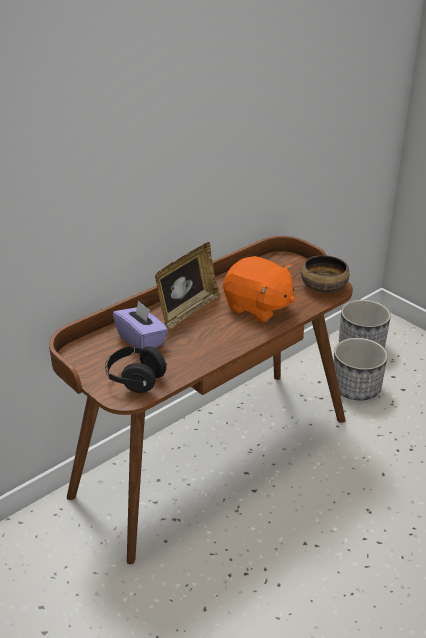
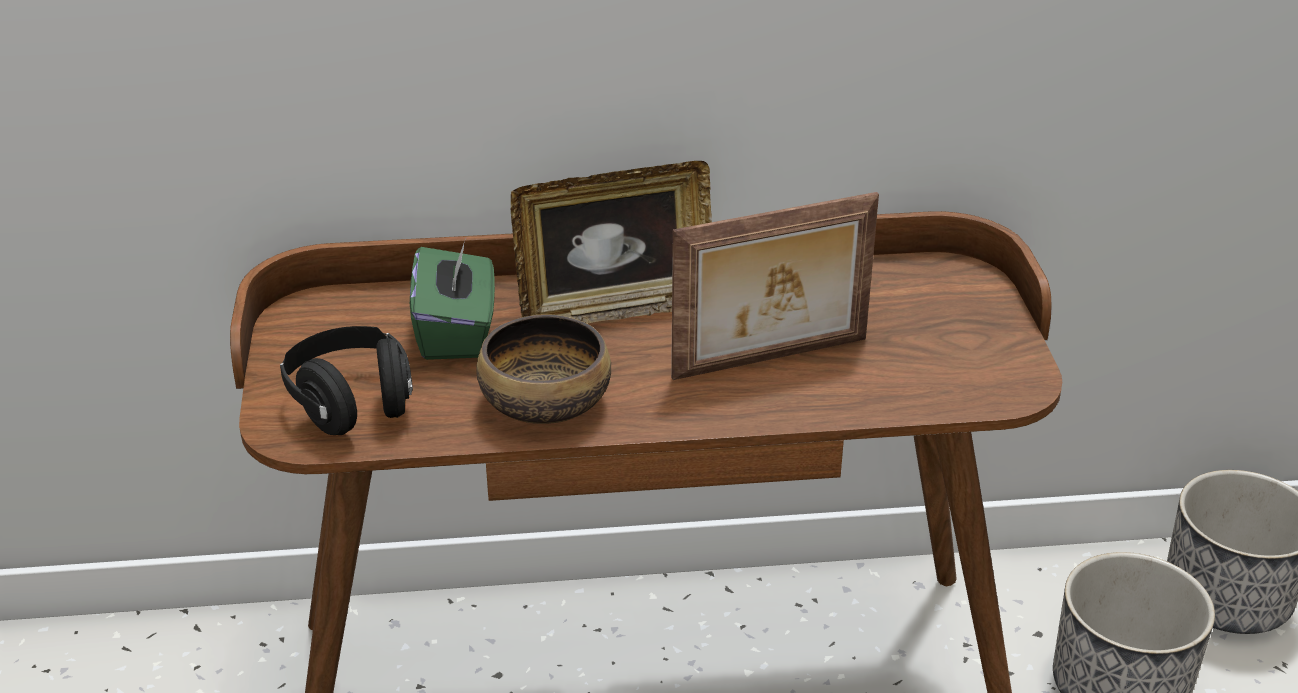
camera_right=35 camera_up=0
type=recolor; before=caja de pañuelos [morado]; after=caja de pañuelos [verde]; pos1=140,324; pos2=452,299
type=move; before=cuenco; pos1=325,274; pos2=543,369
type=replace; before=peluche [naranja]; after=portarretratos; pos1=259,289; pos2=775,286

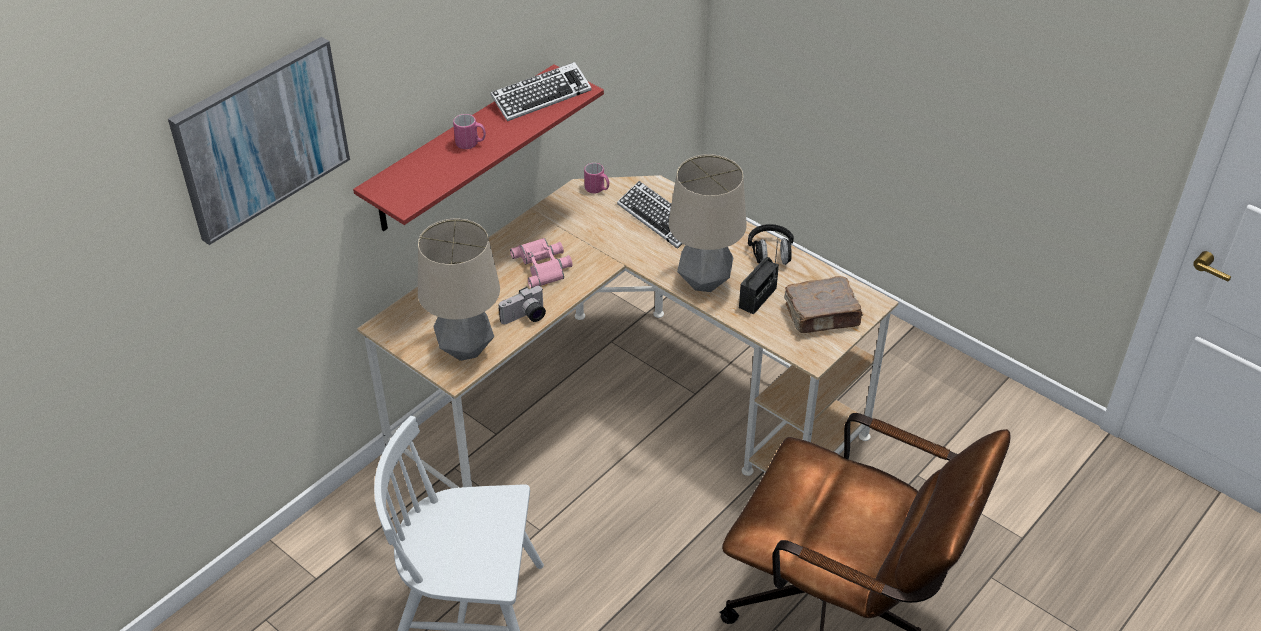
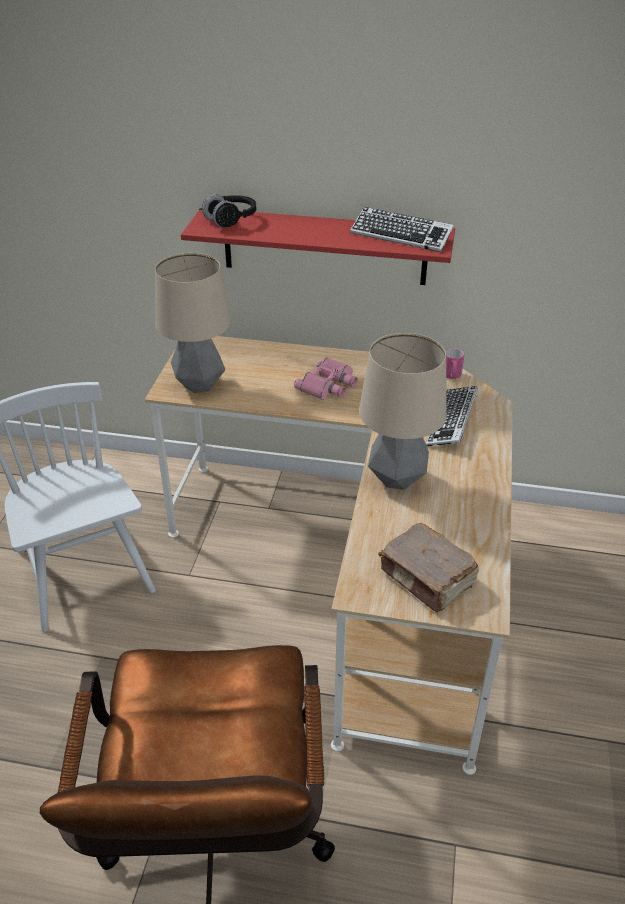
camera_right=60 camera_up=-5
type=move; before=auriculares [negro]; pos1=771,244; pos2=228,211
type=delete; before=cuadro; pos1=259,141
type=delete; before=taza grande [rosa]; pos1=469,131
type=delete; before=cámara; pos1=522,305
type=delete; before=radio; pos1=759,276

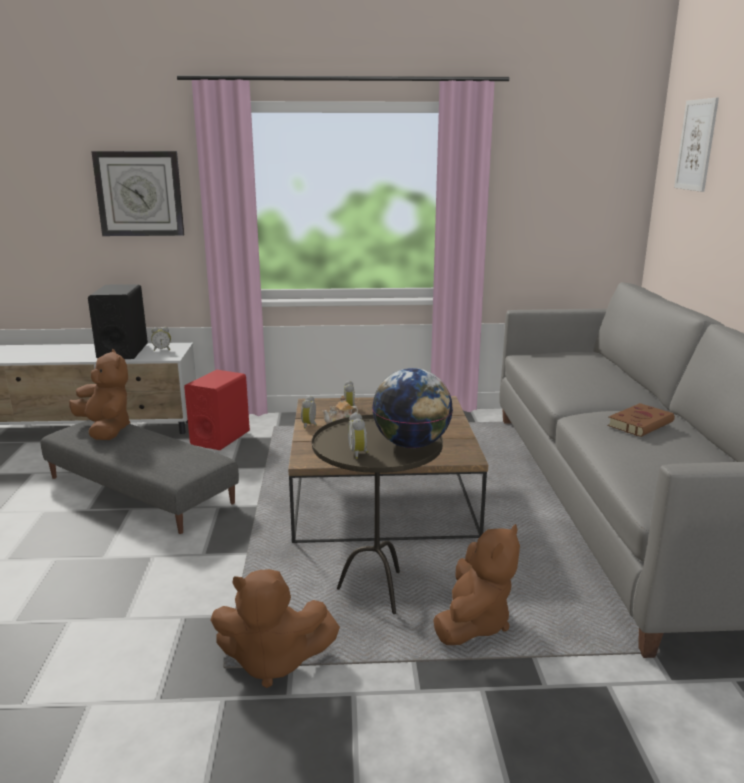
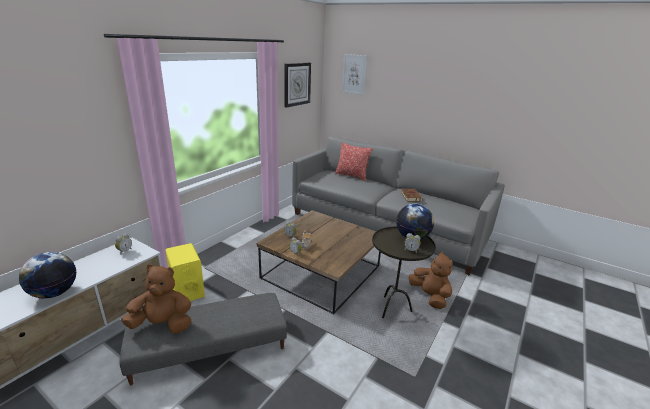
camera_right=-55 camera_up=5
type=insert; after=globo terráqueo; pos2=47,275
type=recolor; before=altavoz [rojo]; after=altavoz [amarillo]; pos1=217,410; pos2=185,272
type=move; before=reloj de pared; pos1=137,193; pos2=297,85
type=insert; after=cojín; pos2=354,162
type=delete; before=altavoz [negro]; pos1=118,321
type=delete; before=peluche [marrón]; pos1=275,628

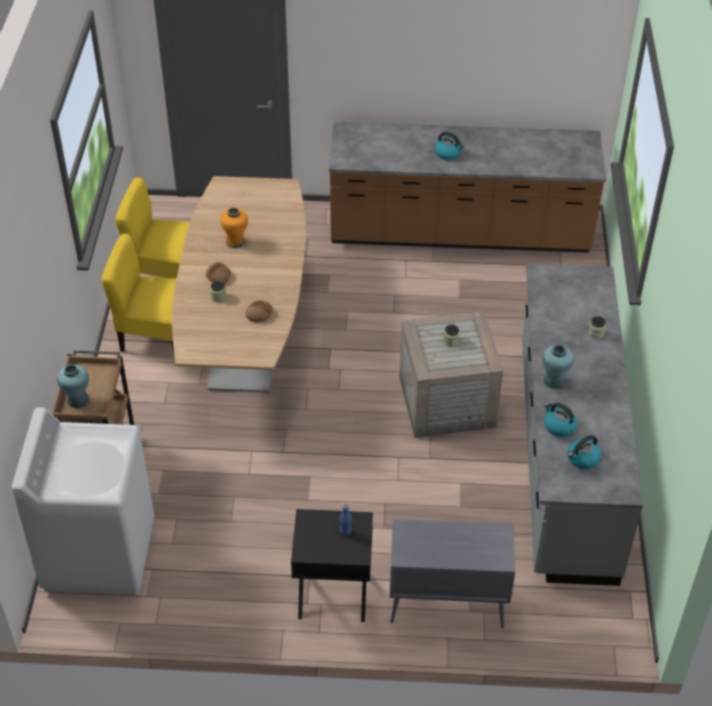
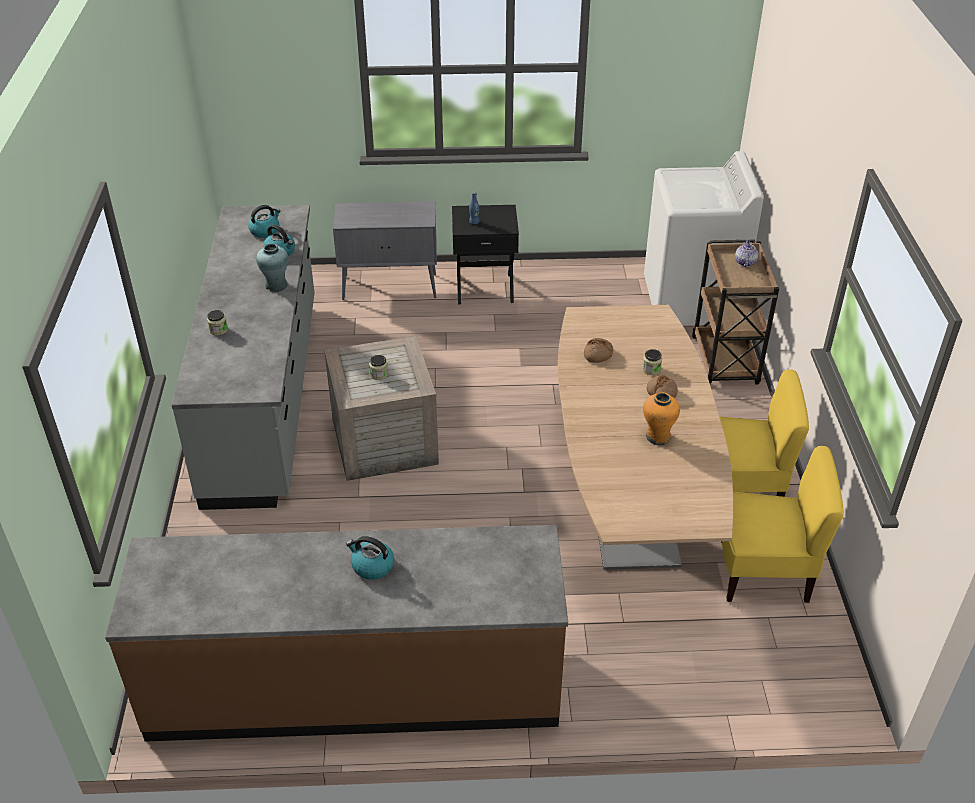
camera_right=175 camera_up=-5
type=replace; before=florero [turquesa]; after=tetera; pos1=73,386; pos2=746,253

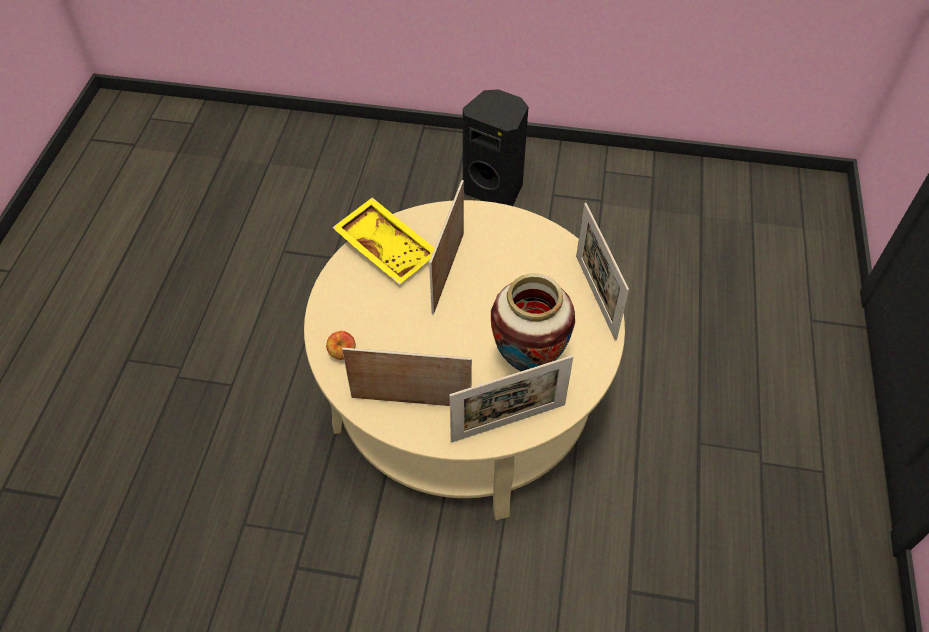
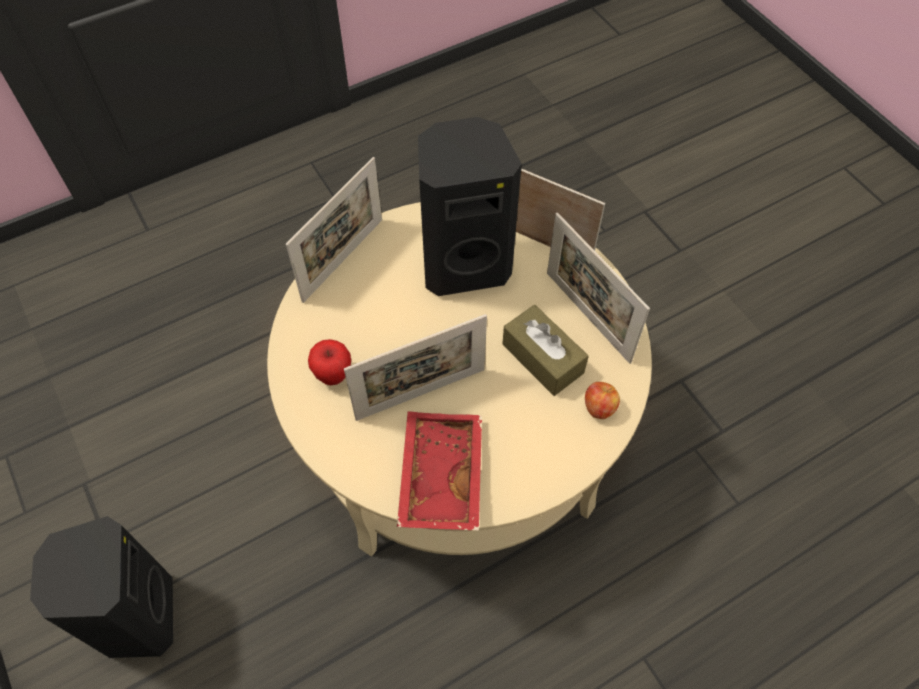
camera_right=-130 camera_up=5
type=insert; after=manzana; pos2=329,362
type=recolor; before=bandeja [amarillo]; after=bandeja [rojo]; pos1=383,241; pos2=439,471
type=replace; before=florero; after=altavoz [negro]; pos1=533,322; pos2=470,206
type=insert; after=caja de pañuelos [marrón]; pos2=545,350

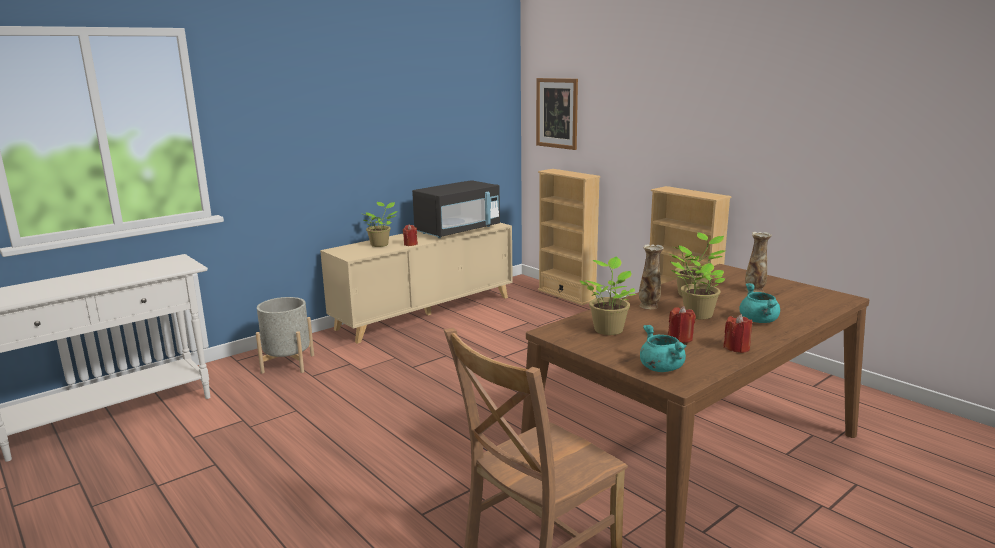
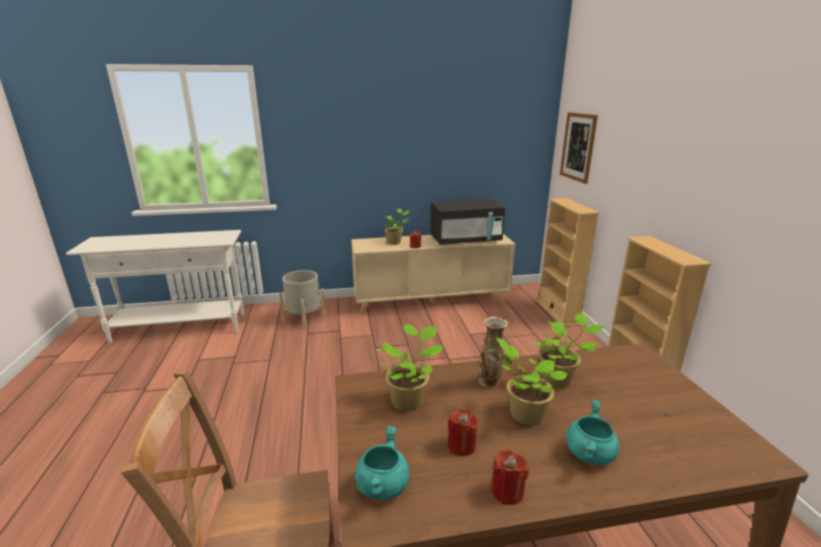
camera_right=30 camera_up=5
type=delete; before=florero; pos1=758,262

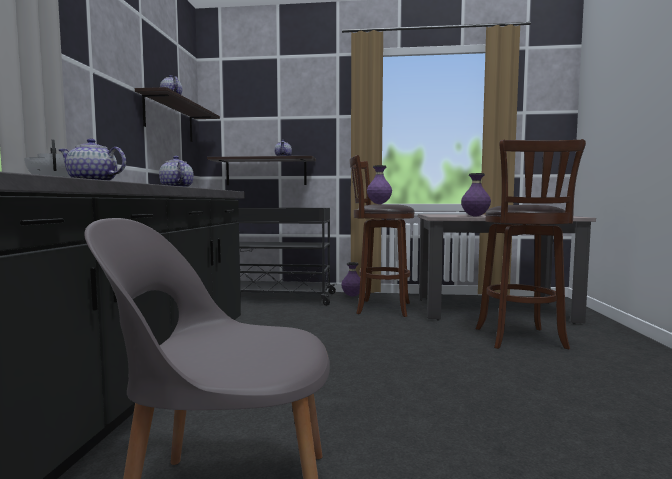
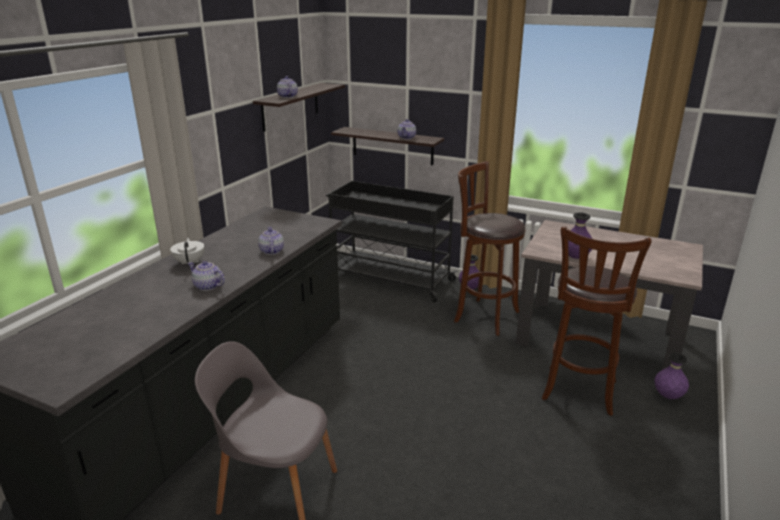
camera_right=20 camera_up=20
type=move; before=florero [morado]; pos1=379,184; pos2=671,375

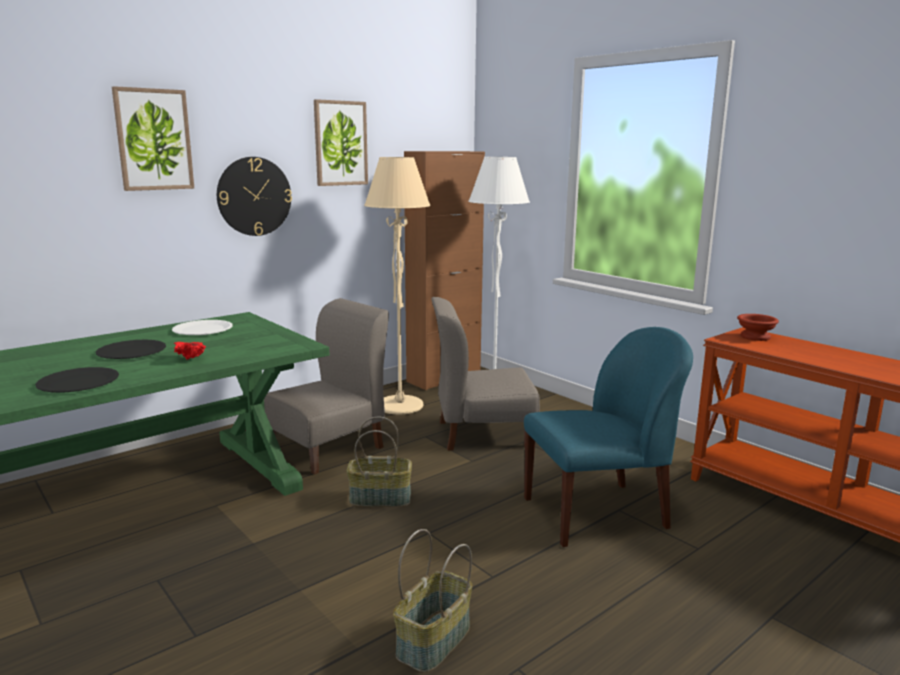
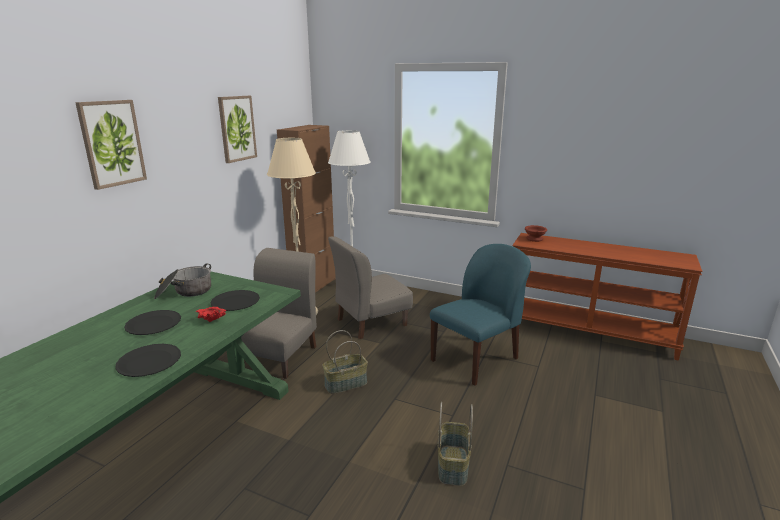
camera_right=-25 camera_up=5
type=replace; before=plato [blanco]; after=olla; pos1=202,327; pos2=182,281
type=insert; after=plato [negro]; pos2=235,300
type=delete; before=reloj de pared; pos1=254,196

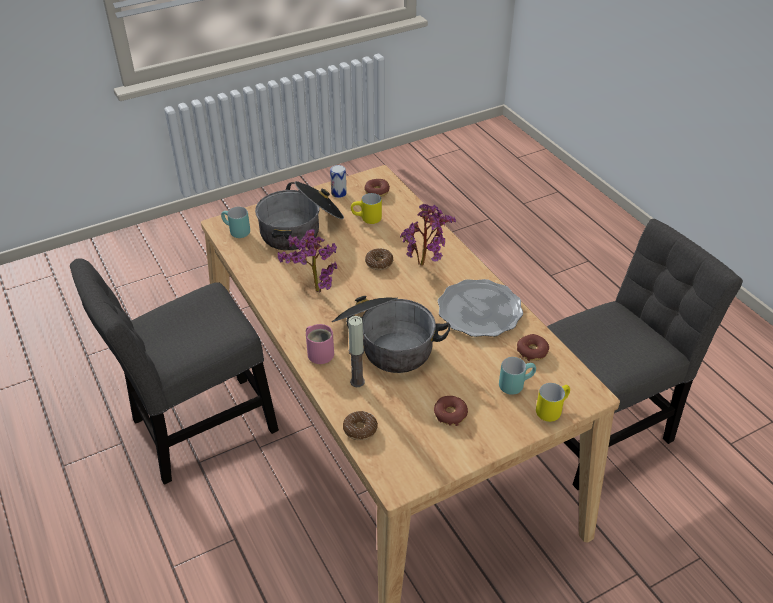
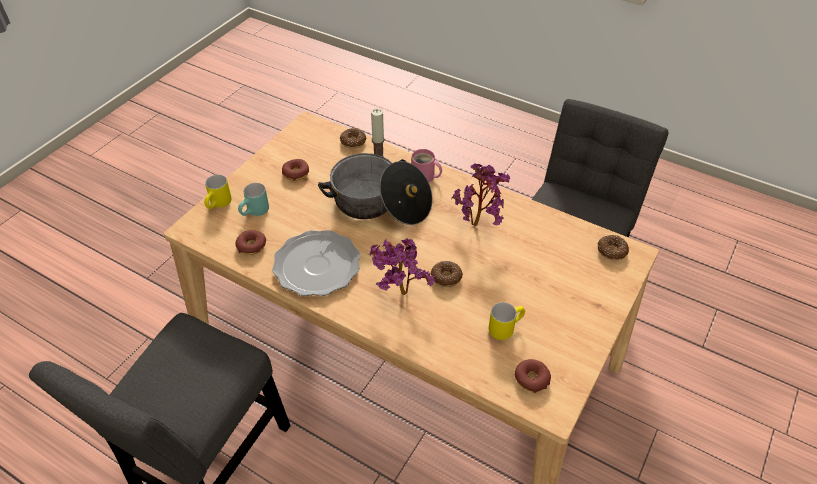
camera_right=150 camera_up=5
type=replace; before=taza grande [turquesa]; after=rosquilla; pos1=235,222; pos2=613,247
type=delete; before=olla; pos1=299,215
type=delete; before=lata; pos1=338,181

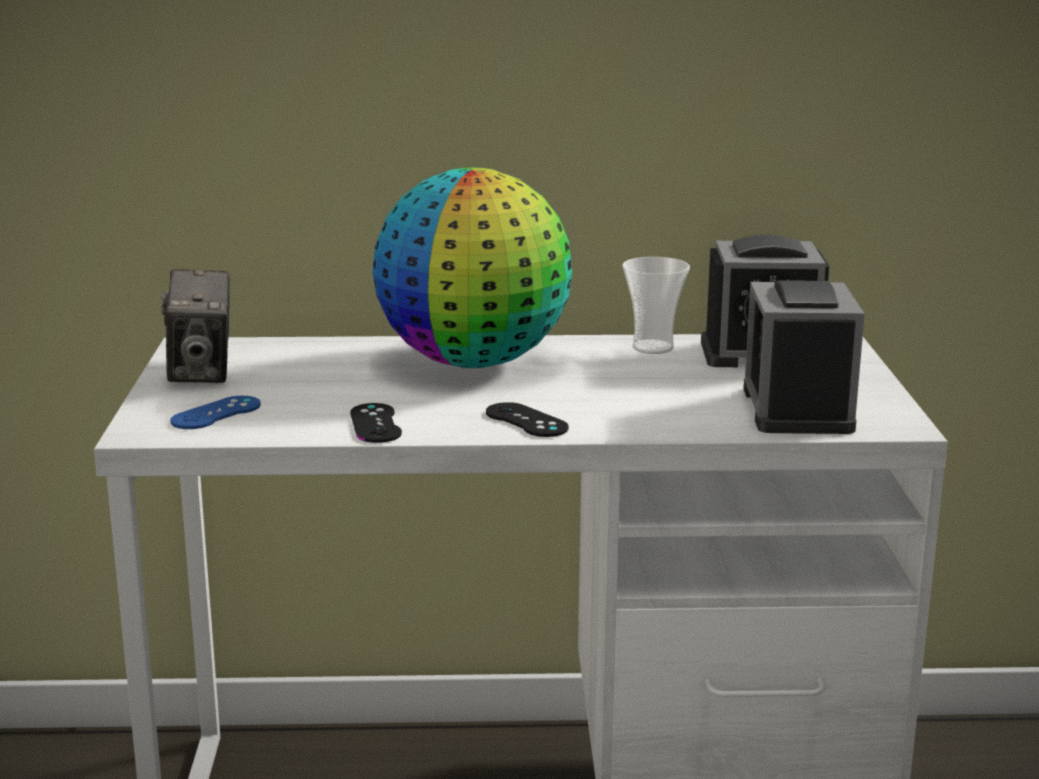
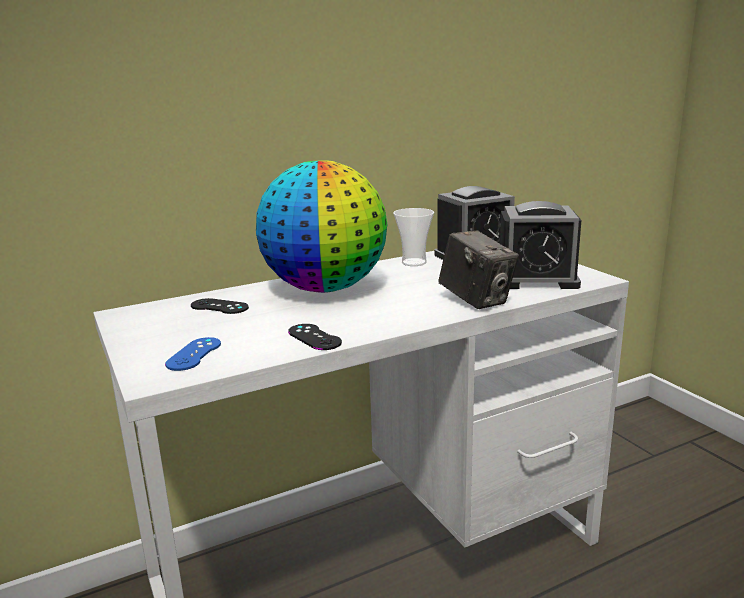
camera_right=-25 camera_up=0
type=move; before=mando de consola [negro]; pos1=527,419; pos2=220,306
type=move; before=cámara; pos1=195,326; pos2=479,269
type=rotate; before=despertador; pos1=804,357; pos2=540,245; turn=-60

